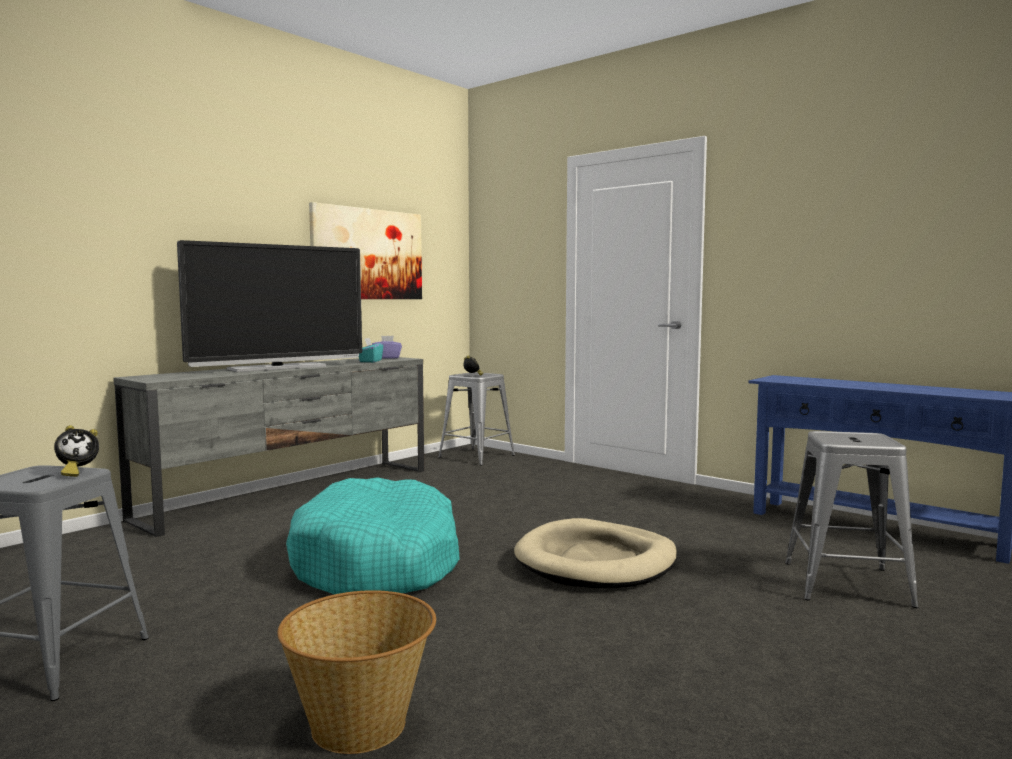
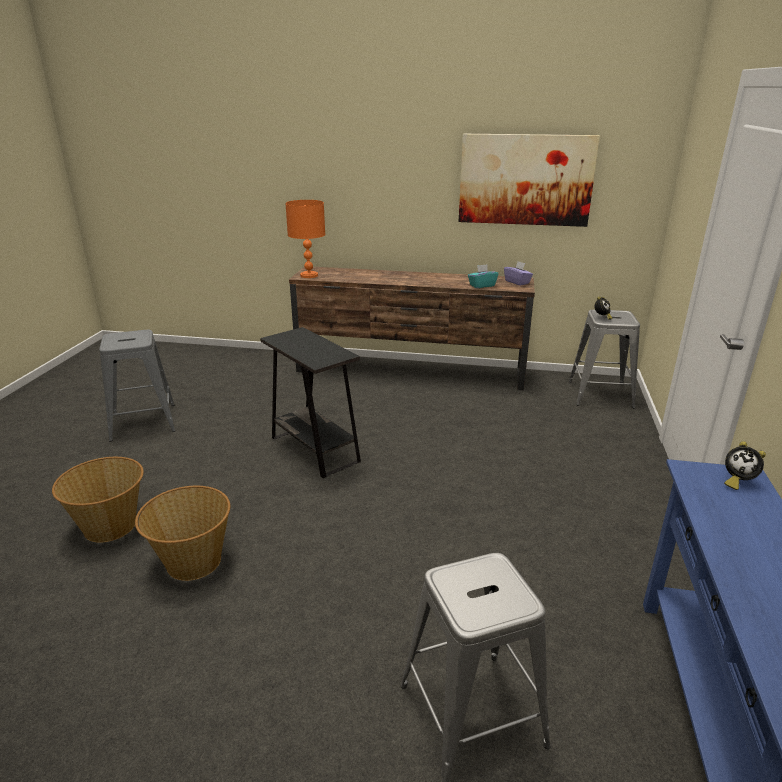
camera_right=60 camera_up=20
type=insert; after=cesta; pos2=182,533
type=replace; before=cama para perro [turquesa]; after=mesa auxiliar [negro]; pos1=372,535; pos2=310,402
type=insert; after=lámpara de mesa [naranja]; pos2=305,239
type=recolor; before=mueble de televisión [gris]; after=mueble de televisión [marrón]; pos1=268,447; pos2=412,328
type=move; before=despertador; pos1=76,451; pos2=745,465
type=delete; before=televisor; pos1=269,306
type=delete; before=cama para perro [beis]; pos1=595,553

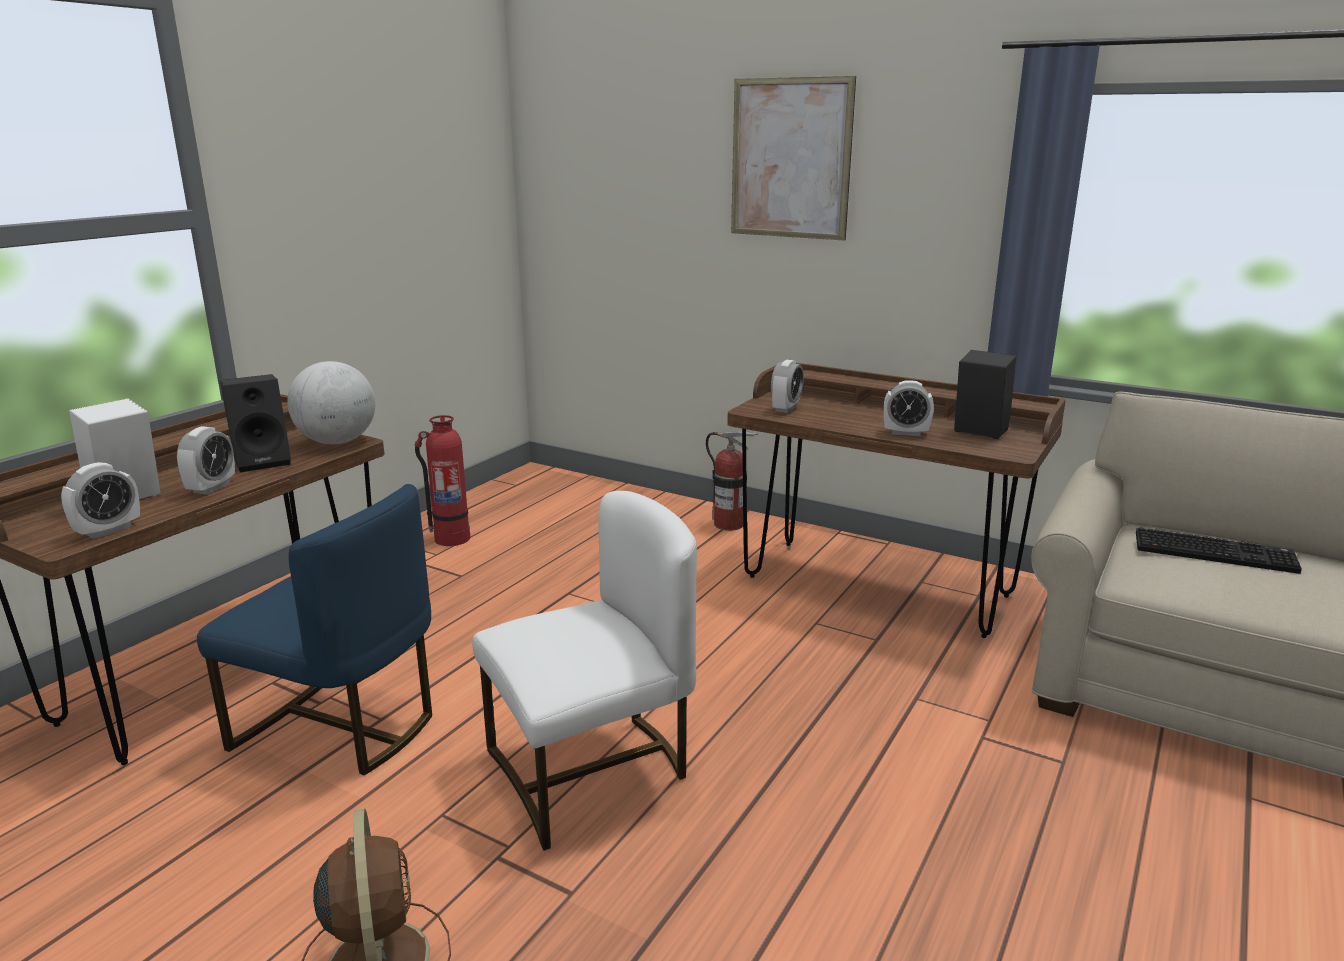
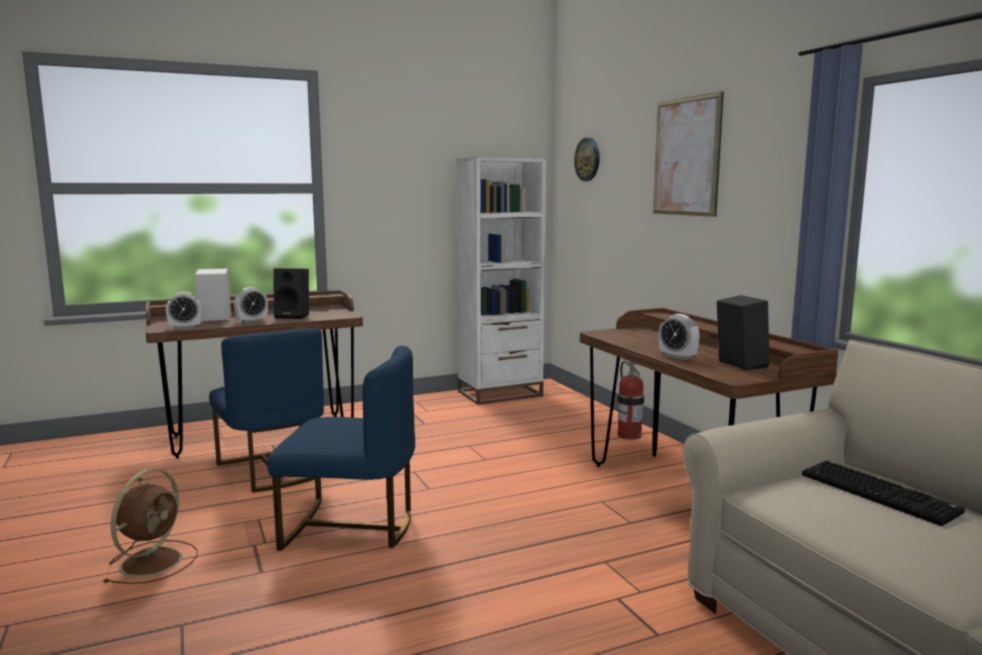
camera_right=35 camera_up=-10
type=recolor; before=silla [blanco]; after=silla [azul]; pos1=584,671; pos2=341,448
type=insert; after=estantería [blanco]; pos2=501,281
type=insert; after=reloj de pared; pos2=587,159
type=delete; before=globo terráqueo; pos1=331,402
type=delete; before=extintor; pos1=442,480
type=delete; before=despertador; pos1=787,386

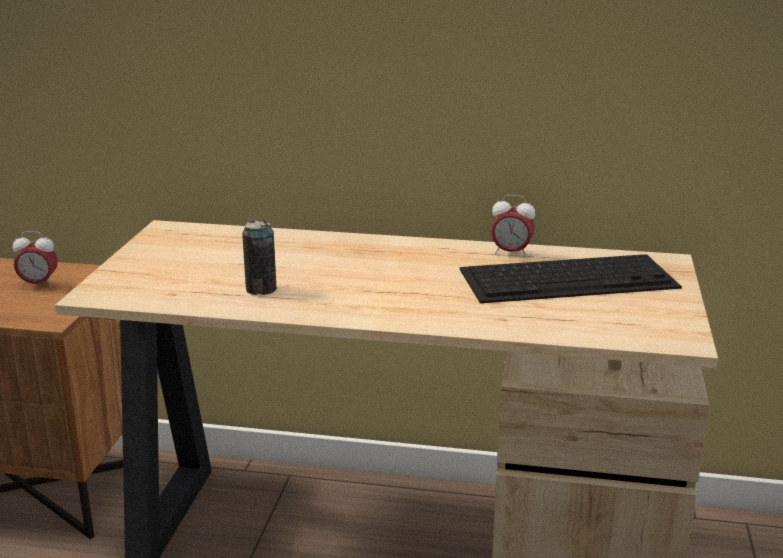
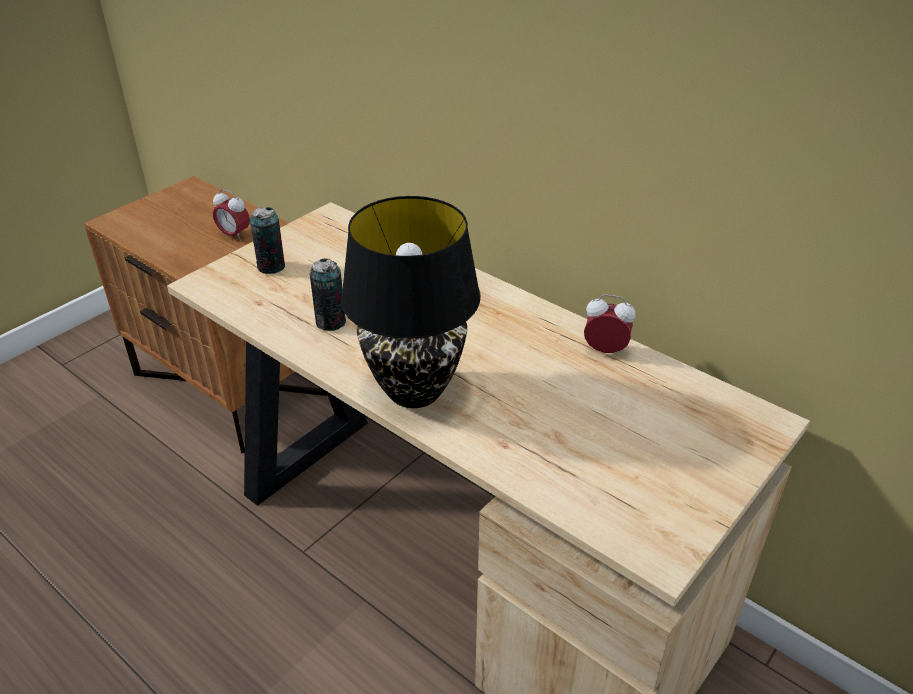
camera_right=30 camera_up=15
type=insert; after=lata; pos2=267,240
type=insert; after=lámpara de mesa [negro]; pos2=410,302
type=rotate; before=despertador; pos1=513,226; pos2=610,323; turn=150
type=delete; before=teclado; pos1=570,279

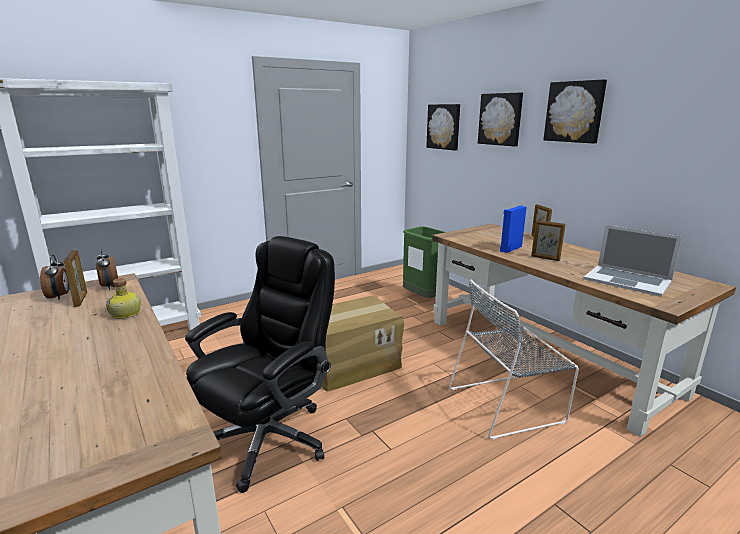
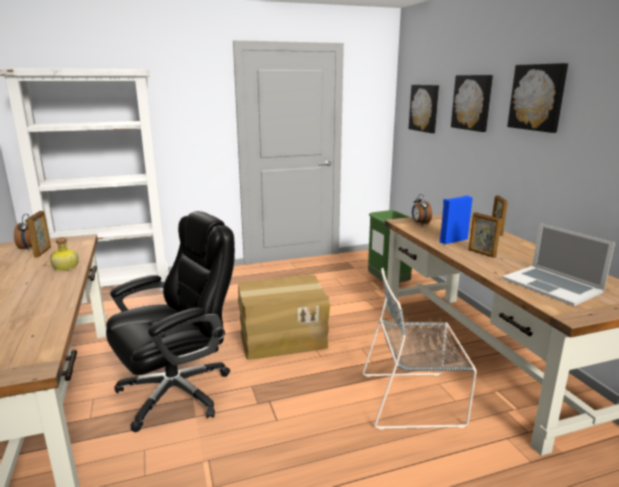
camera_right=15 camera_up=0
type=move; before=despertador; pos1=107,269; pos2=422,209

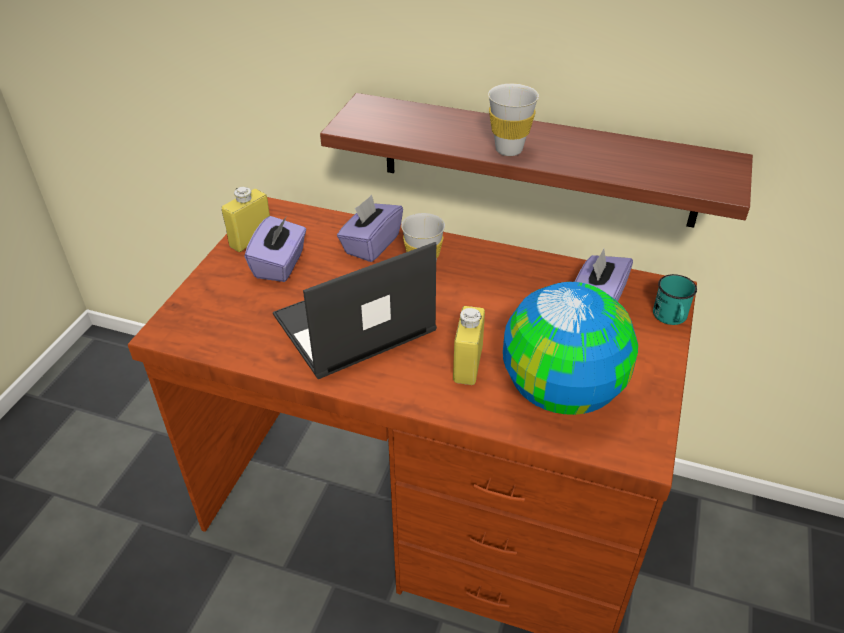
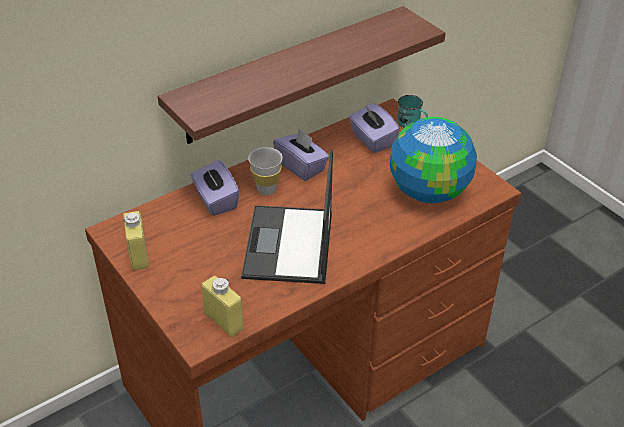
camera_right=-55 camera_up=0
type=move; before=botella [amarillo]; pos1=469,345; pos2=222,306
type=move; before=caja de pañuelos [morado]; pos1=275,249; pos2=301,155
type=delete; before=taza [blanco]; pos1=513,120

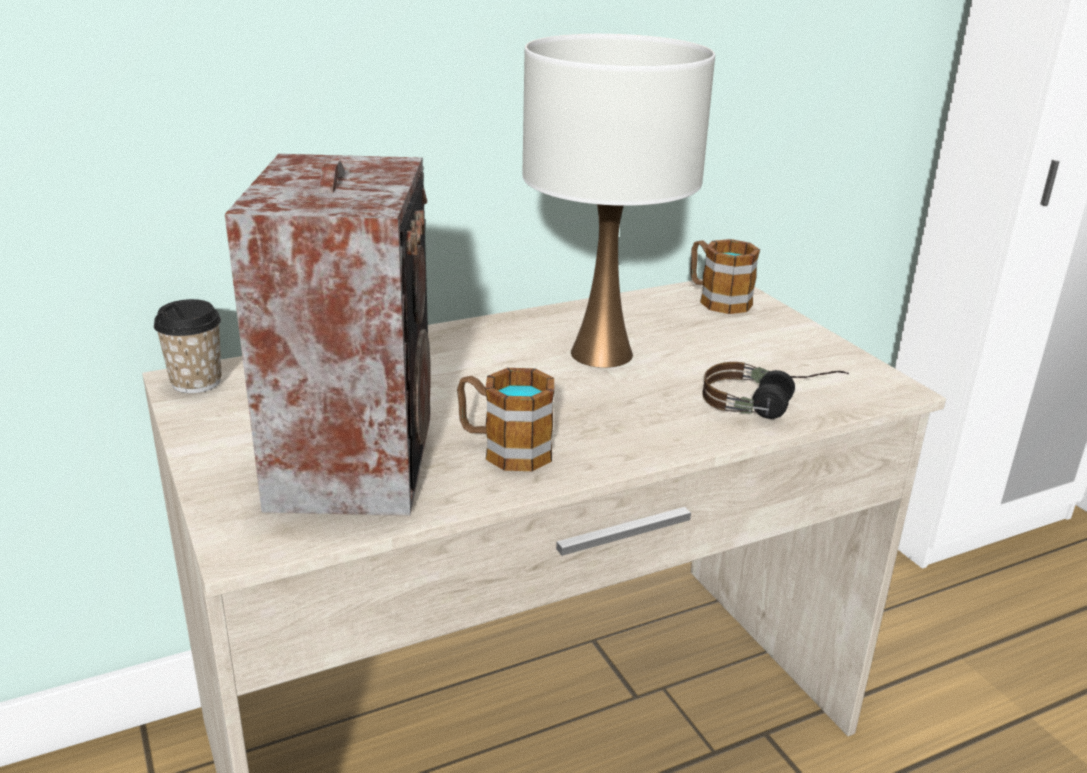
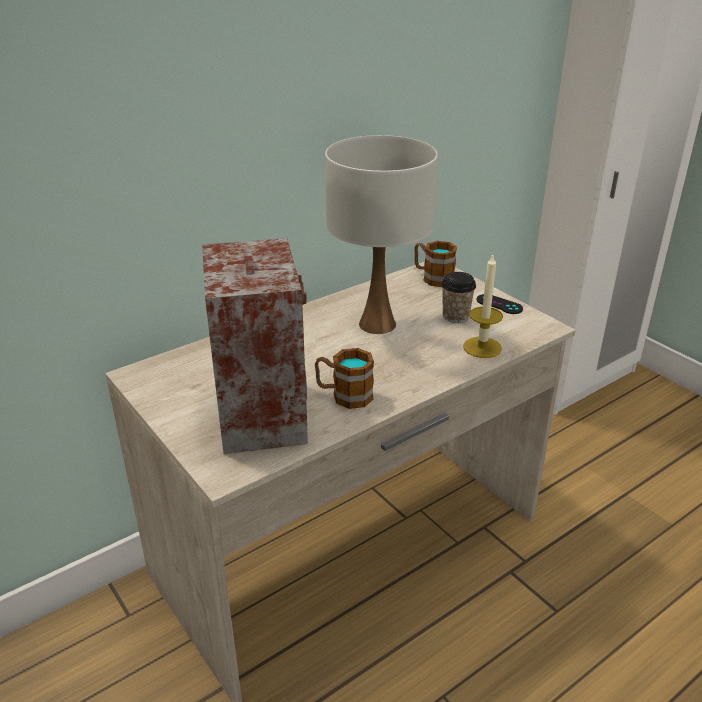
camera_right=-10 camera_up=5
type=move; before=taza; pos1=188,346; pos2=458,297
type=replace; before=auriculares; after=vela; pos1=775,390; pos2=483,306
type=insert; after=mando de consola [negro]; pos2=500,304

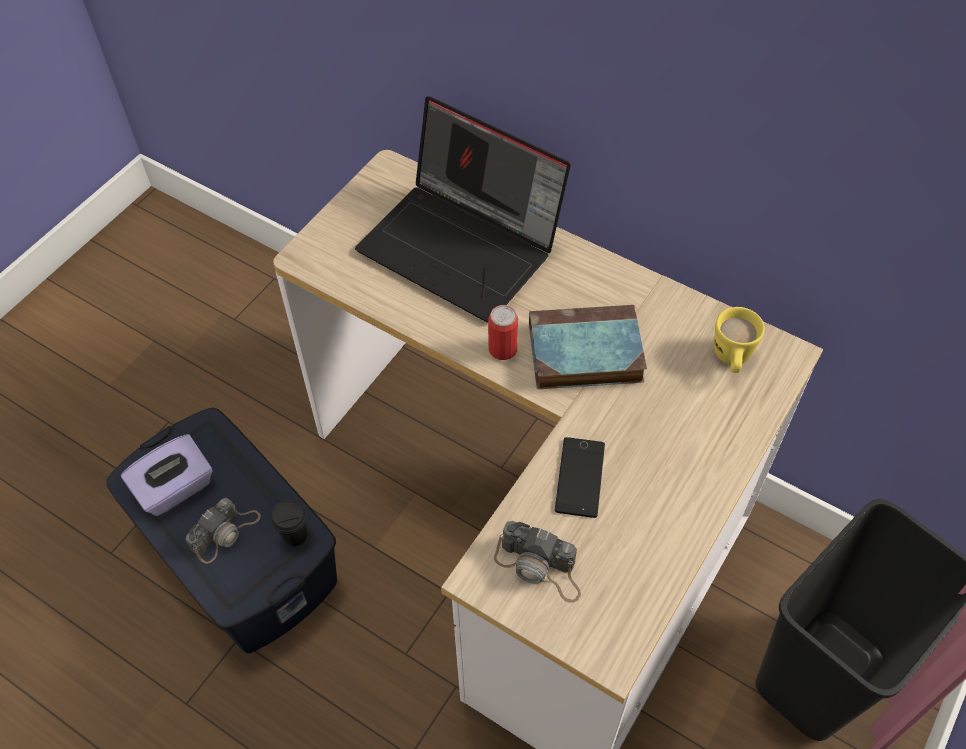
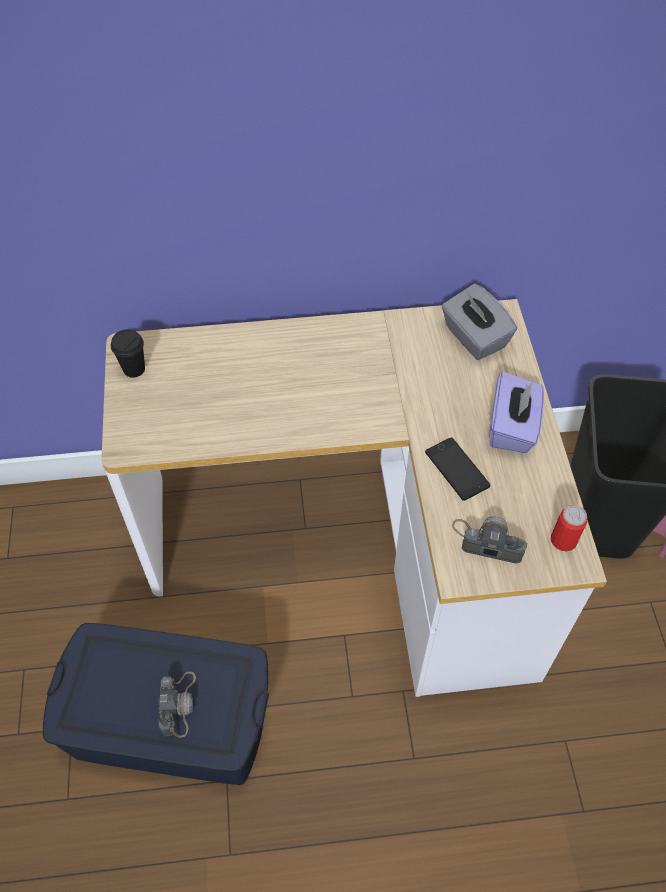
camera_right=-40 camera_up=0
type=move; before=taza [negro]; pos1=289,523; pos2=128,353
type=replace; before=taza grande [amarillo]; after=caja de pañuelos [gris]; pos1=739,340; pos2=479,322
type=rotate; before=cámara; pos1=537,562; pos2=490,540; turn=-150
type=move; before=caja de pañuelos [morado]; pos1=166,475; pos2=516,412
type=move; before=lata; pos1=503,332; pos2=569,528
type=delete; before=portátil; pos1=463,209
type=delete; before=libro; pos1=588,347

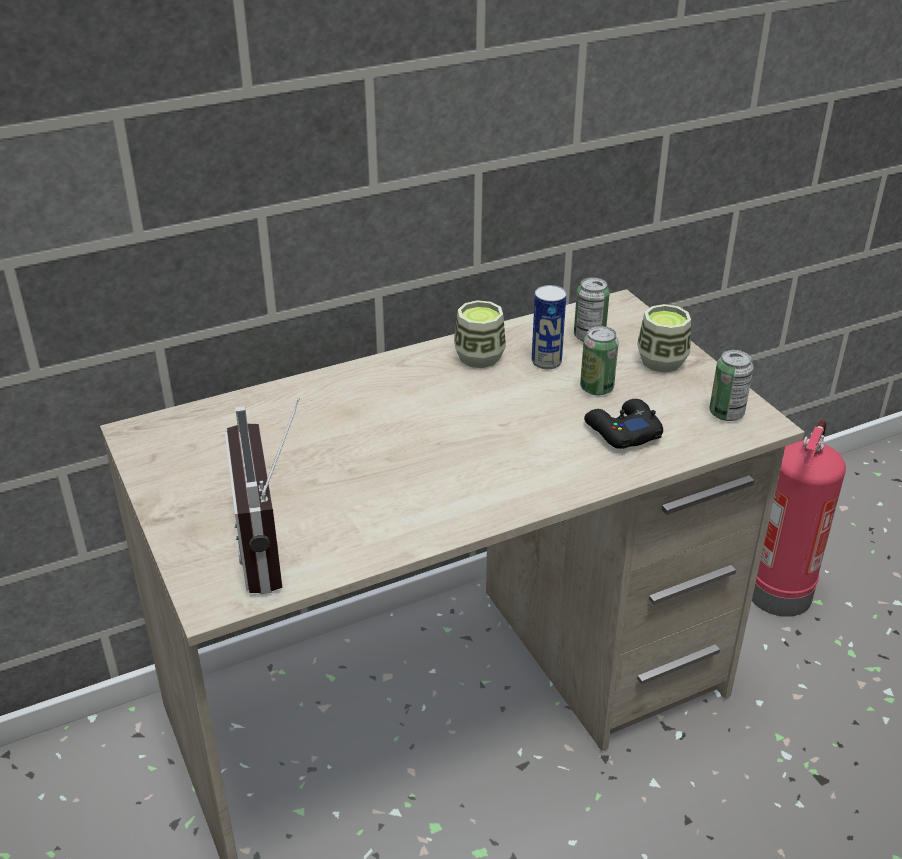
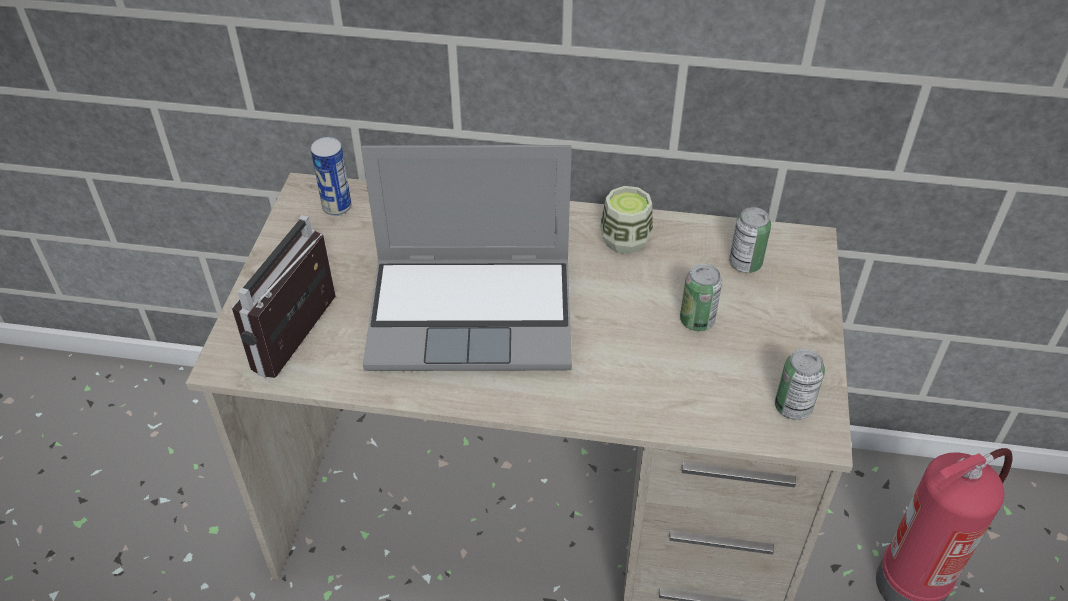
camera_right=35 camera_up=10
type=move; before=lata; pos1=549,327; pos2=331,176
type=insert; after=portátil; pos2=466,258
type=delete; before=mando de consola [negro]; pos1=623,424
type=delete; before=taza; pos1=664,338

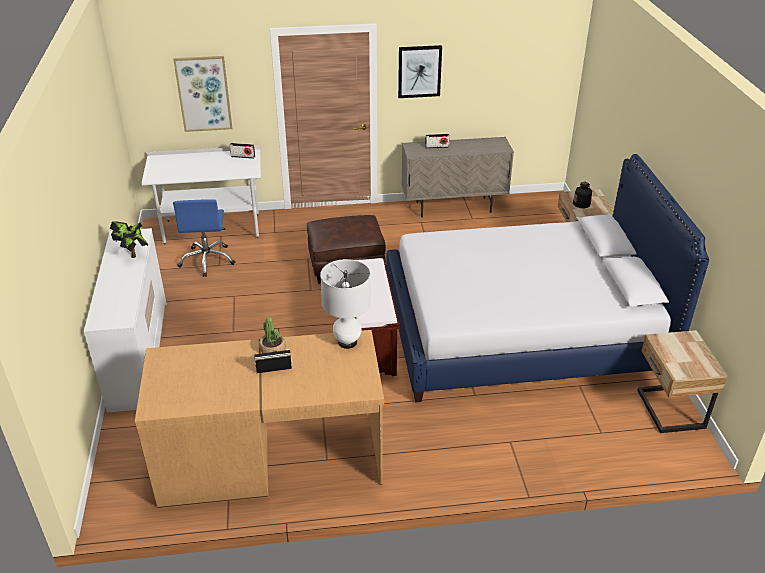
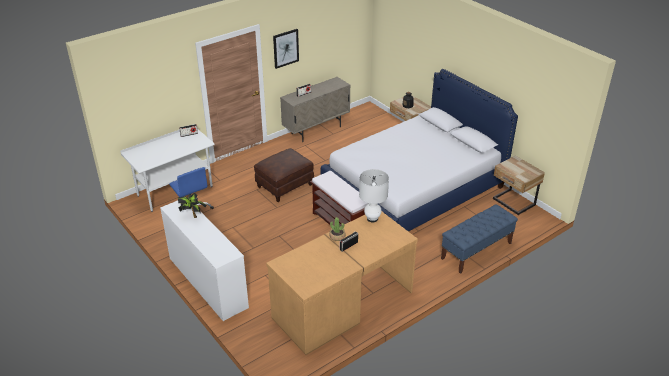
camera_right=-30 camera_up=0
type=insert; after=banco [azul]; pos2=479,239
type=delete; before=cuadro; pos1=202,94

